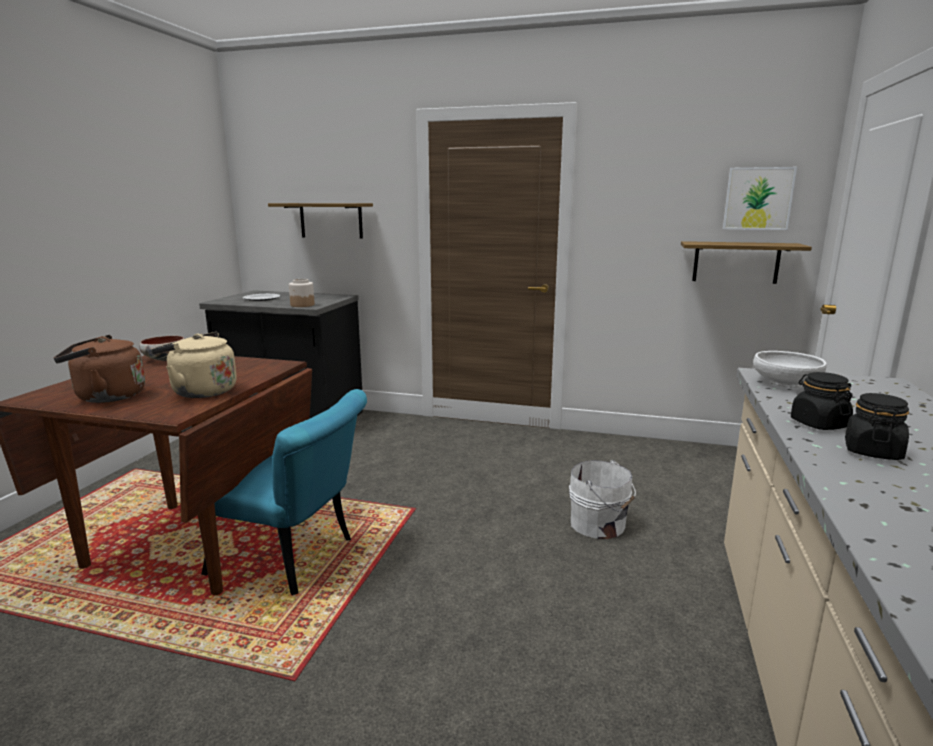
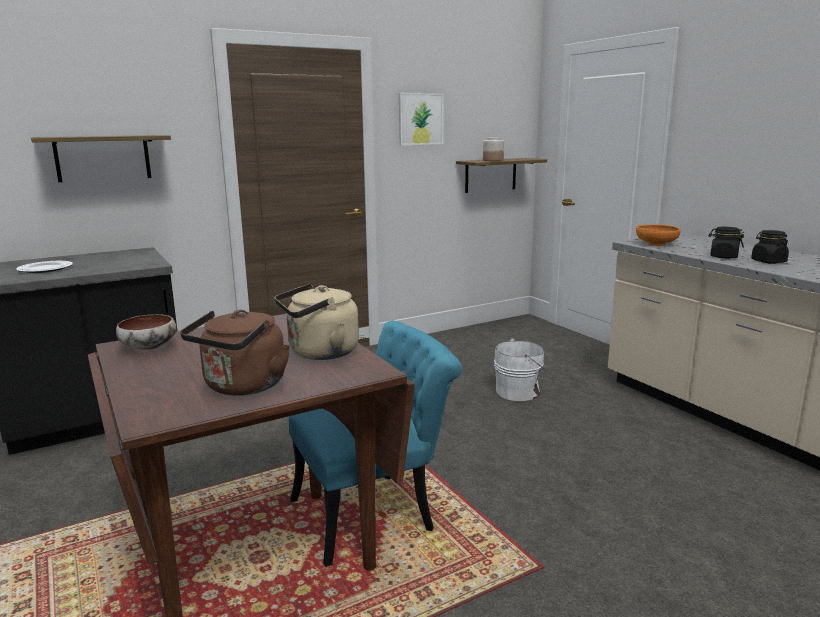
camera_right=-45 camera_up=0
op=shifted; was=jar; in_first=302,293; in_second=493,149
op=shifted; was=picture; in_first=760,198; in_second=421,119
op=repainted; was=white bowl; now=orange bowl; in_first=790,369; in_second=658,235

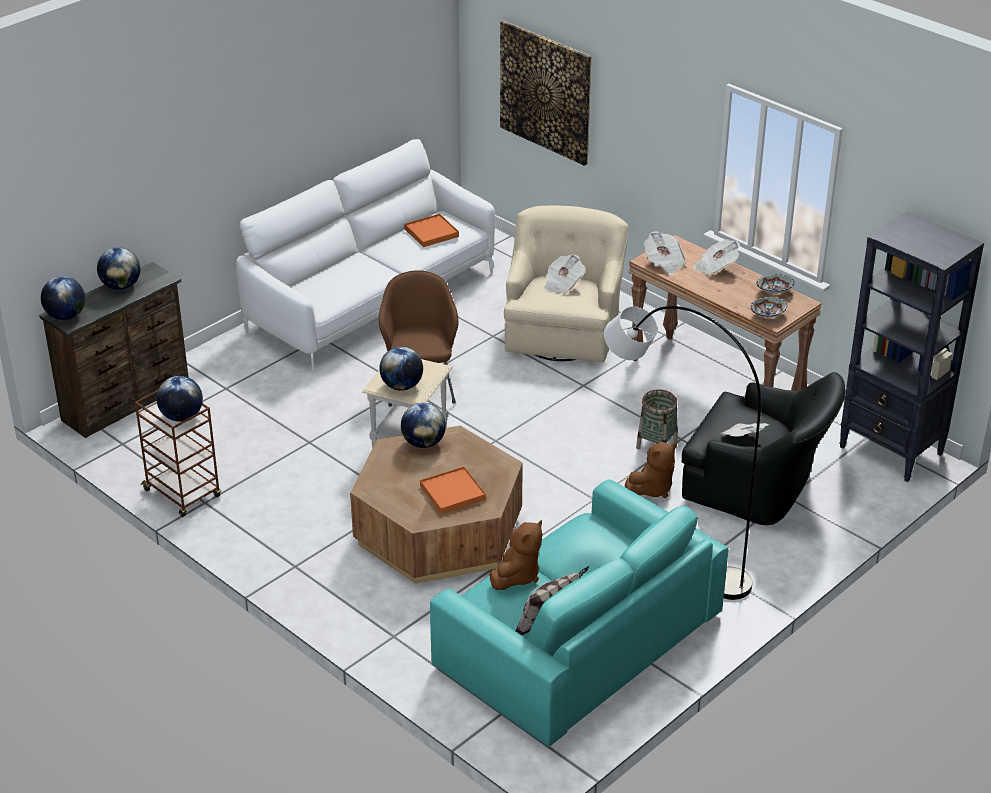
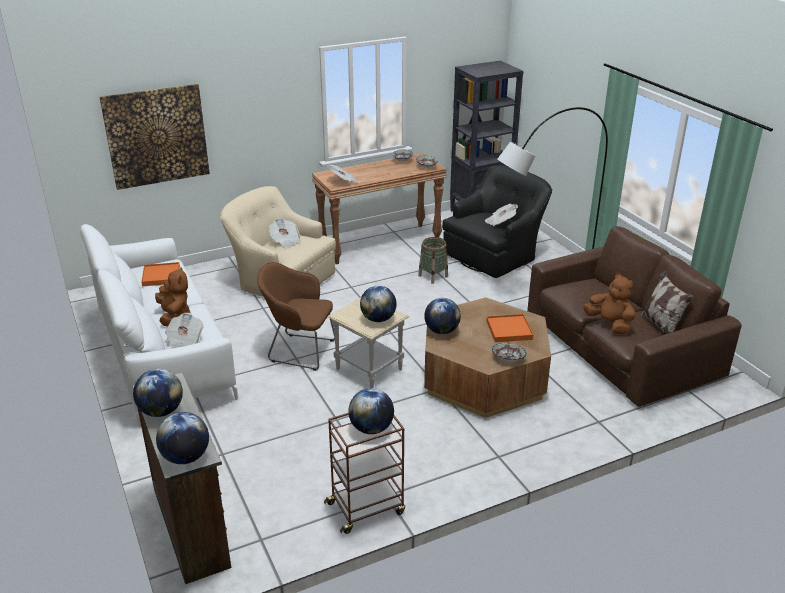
camera_right=-70 camera_up=-5
op=repainted; was=turquoise sofa; now=brown sofa; in_first=579,612; in_second=634,316
op=shifted; was=brown plush toy; in_first=651,470; in_second=172,297
op=shifted; was=newspaper; in_first=716,257; in_second=184,331
op=new; now=bowl; in_second=509,352

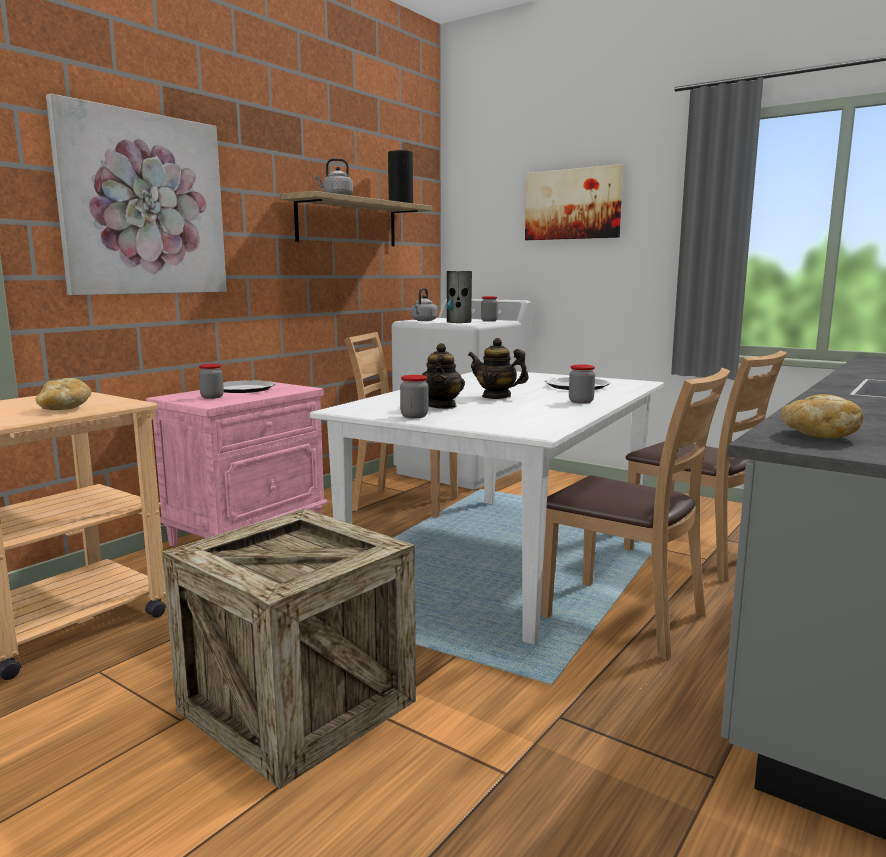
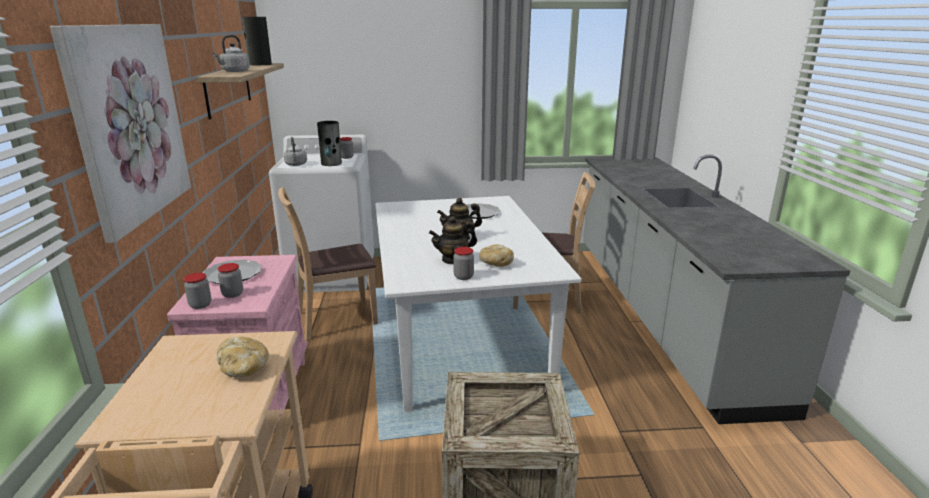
camera_right=-40 camera_up=10
op=rotated; was=teapot; in_first=443,376; in_second=453,240; clockwise=105
op=gone; was=picture; in_first=574,202
op=gone; was=brown chair; in_first=635,514
op=shifted; was=jar; in_first=582,384; in_second=198,291
op=shifted; was=bread; in_first=822,416; in_second=496,255

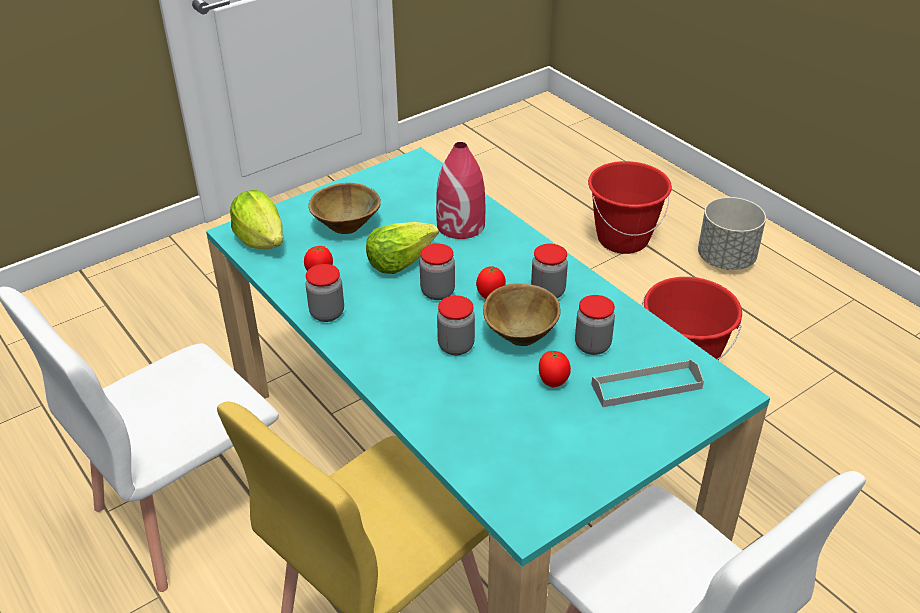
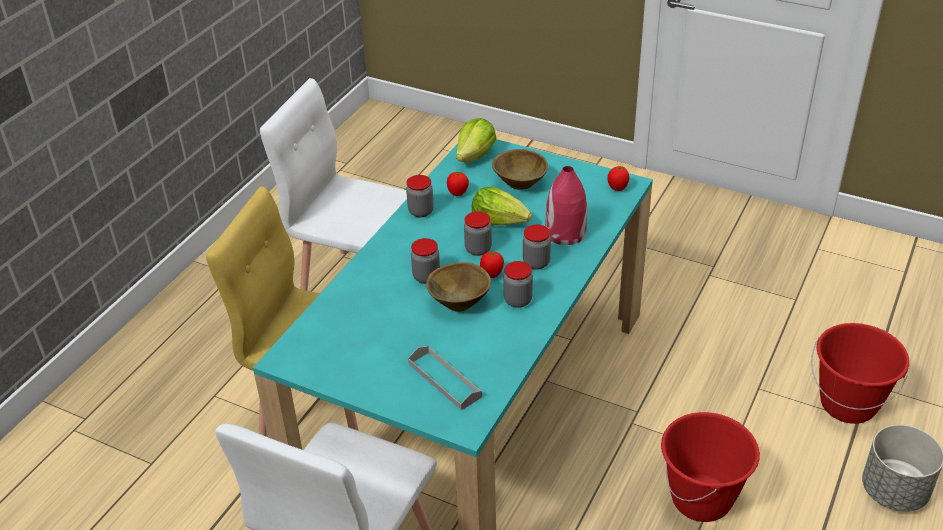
camera_right=65 camera_up=0
op=shifted; was=tomato; in_first=555,369; in_second=618,178
op=shifted; was=jar; in_first=595,325; in_second=537,247

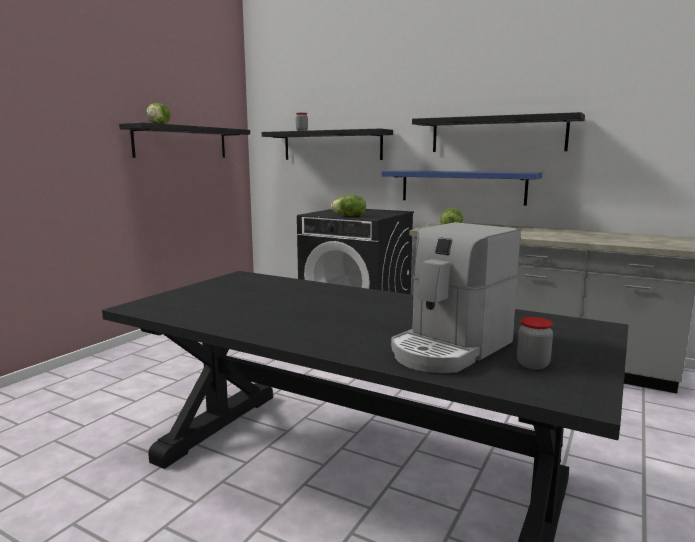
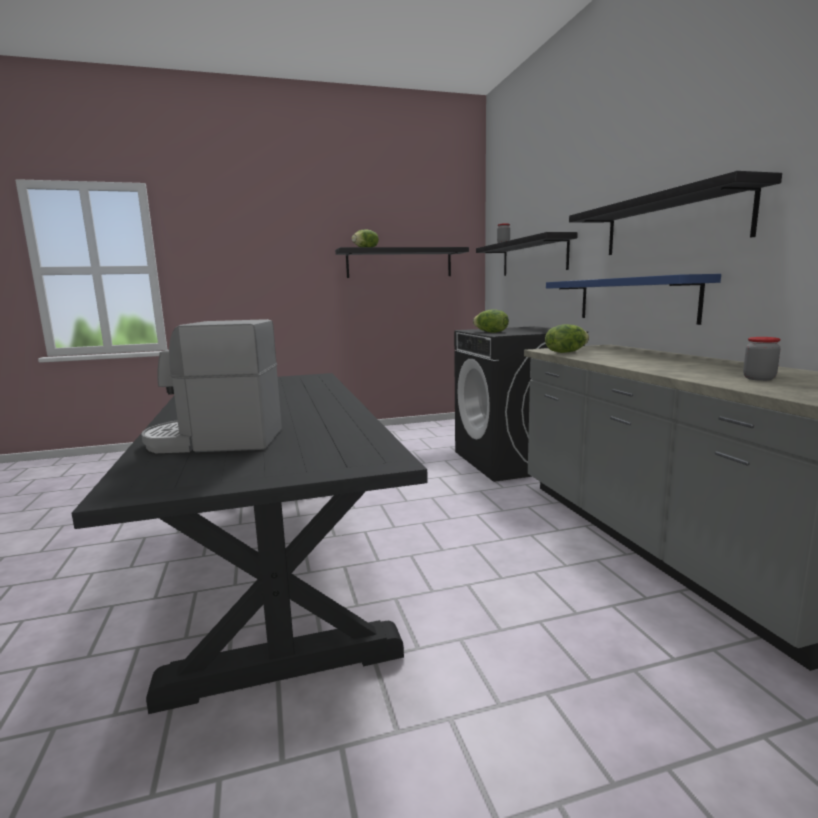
camera_right=45 camera_up=0
op=shifted; was=jar; in_first=535,343; in_second=762,359

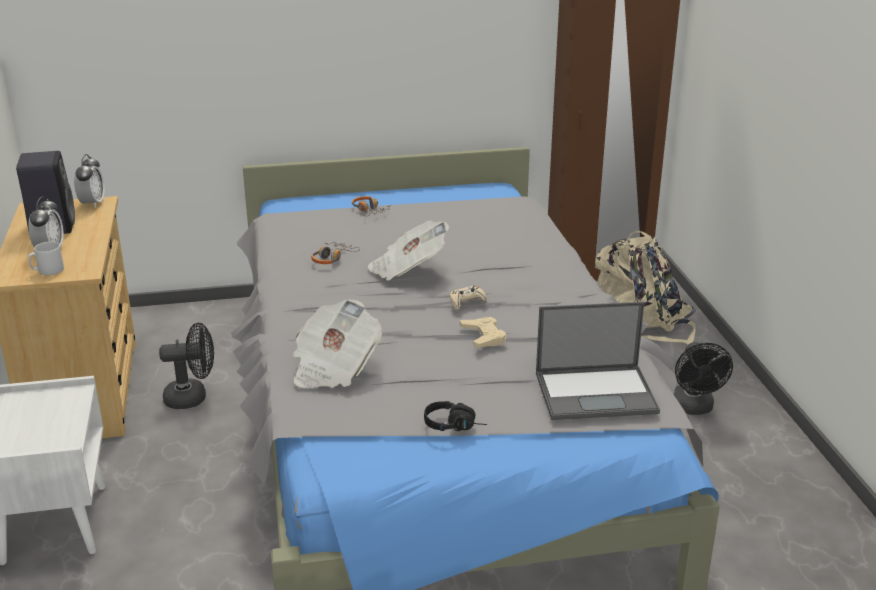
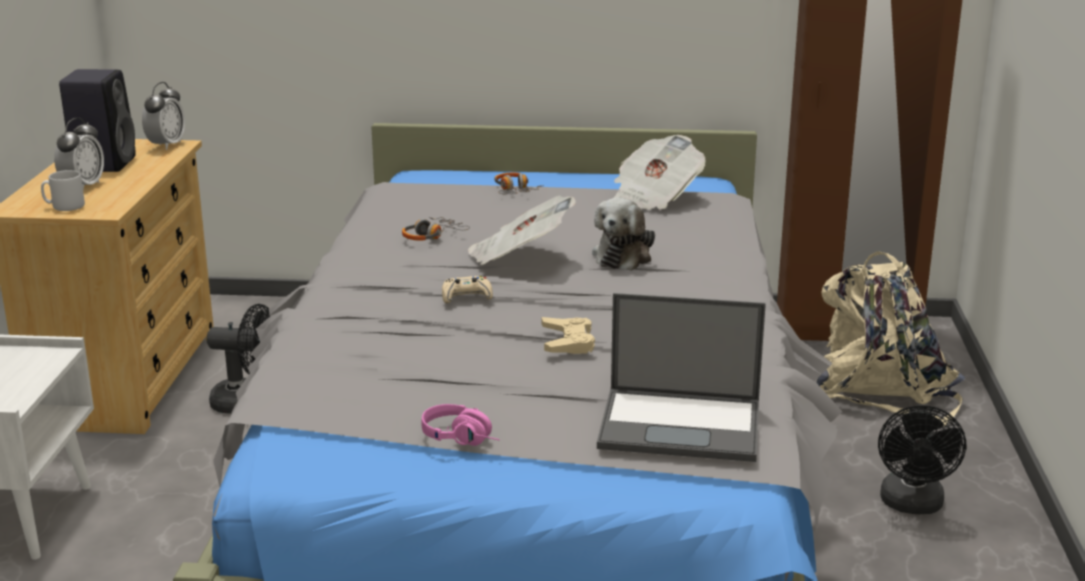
camera_right=15 camera_up=-5
op=shifted; was=newspaper; in_first=337,343; in_second=660,172
op=repainted; was=black headphones; now=pink headphones; in_first=455,416; in_second=460,425
op=shifted; was=beige game controller; in_first=468,298; in_second=467,289
op=new; now=plush toy; in_second=623,234

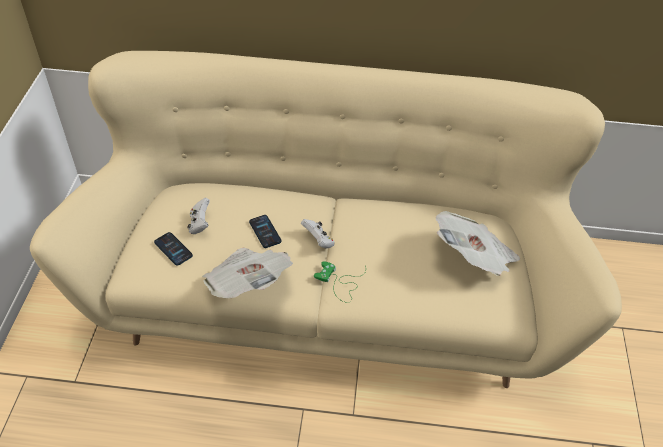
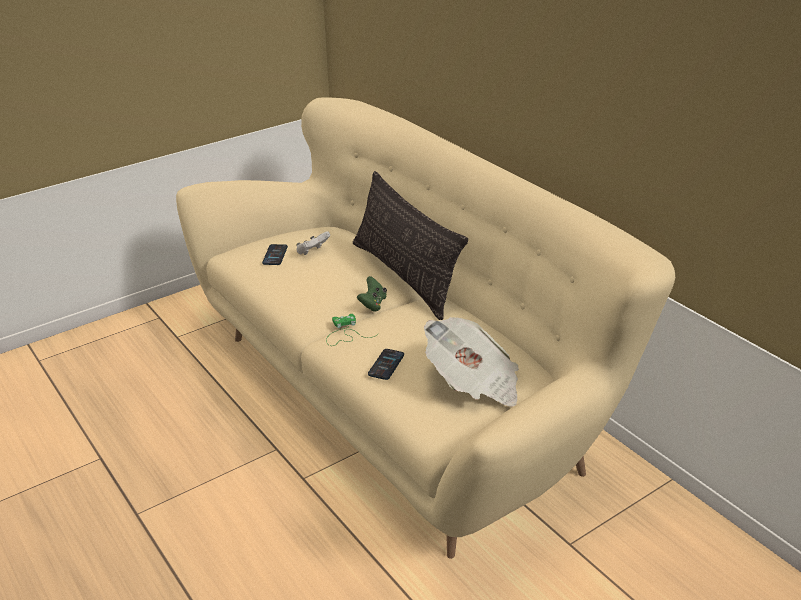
camera_right=50 camera_up=-15
op=gone; was=newspaper; in_first=247,272
op=shifted; was=phone; in_first=265,231; in_second=386,364
op=repainted; was=white game controller; now=green game controller; in_first=318,234; in_second=372,294
op=new; now=pillow; in_second=410,245

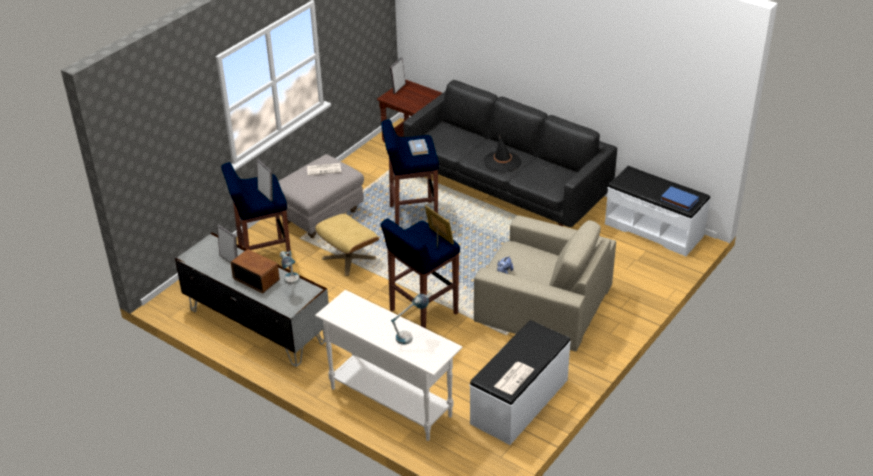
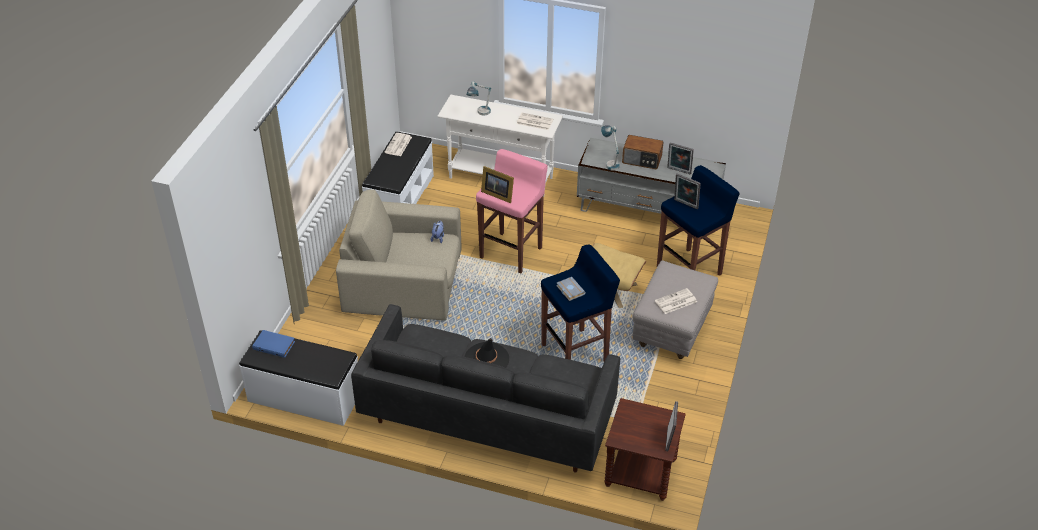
camera_right=160 camera_up=5
op=repainted; was=blue stool; now=pink stool; in_first=420,273; in_second=512,211
op=new; now=newspaper; in_second=535,121

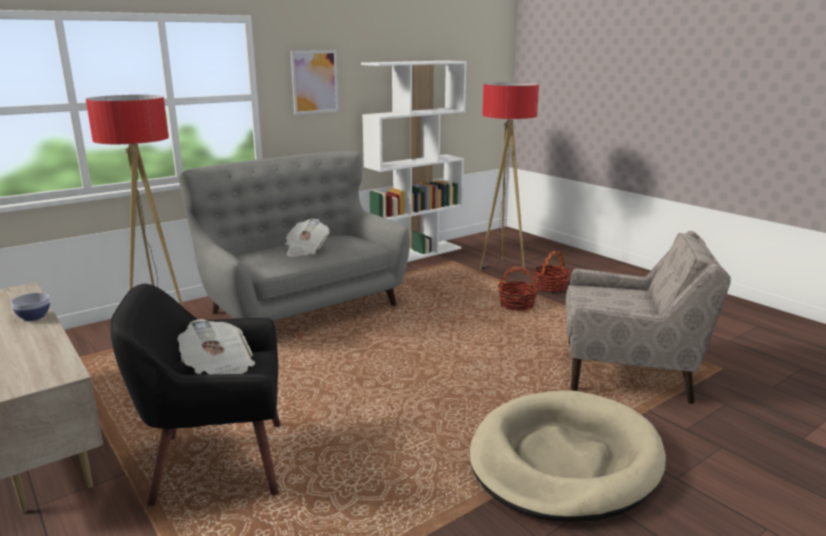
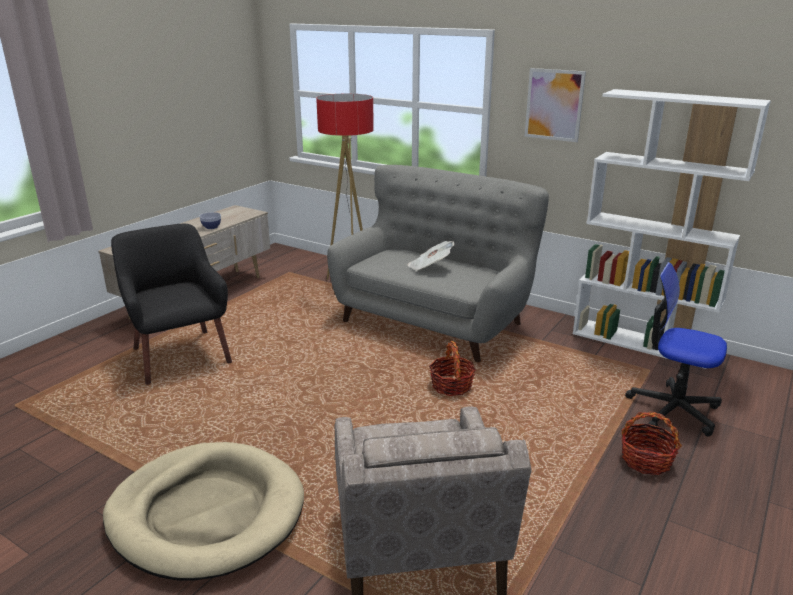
camera_right=70 camera_up=5
op=gone; was=newspaper; in_first=216,346
op=swapped; was=floor lamp; now=office chair; in_first=509,177; in_second=676,349
op=shifted; was=basket; in_first=518,288; in_second=452,368

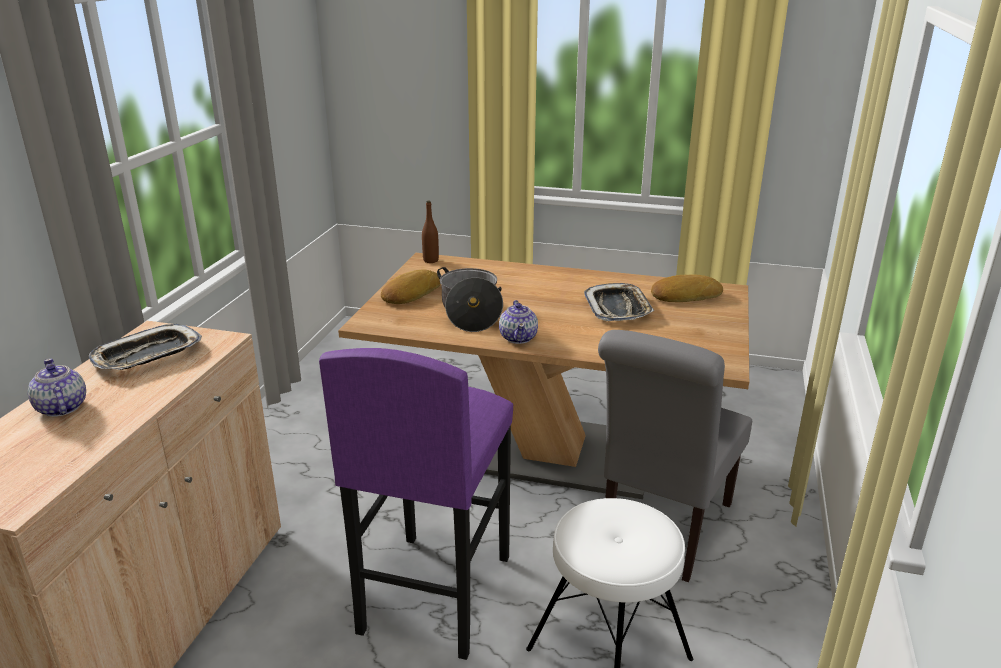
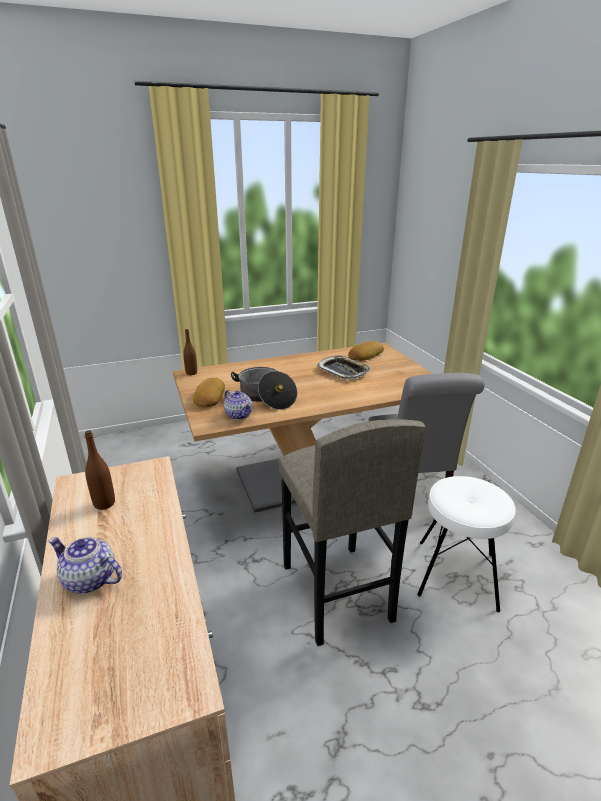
camera_right=-35 camera_up=0
op=swapped; was=tray; now=brown bottle; in_first=145,347; in_second=100,470
op=repainted; was=purple stool; now=grey stool; in_first=416,504; in_second=352,532
op=shifted; was=teapot; in_first=518,322; in_second=238,405

